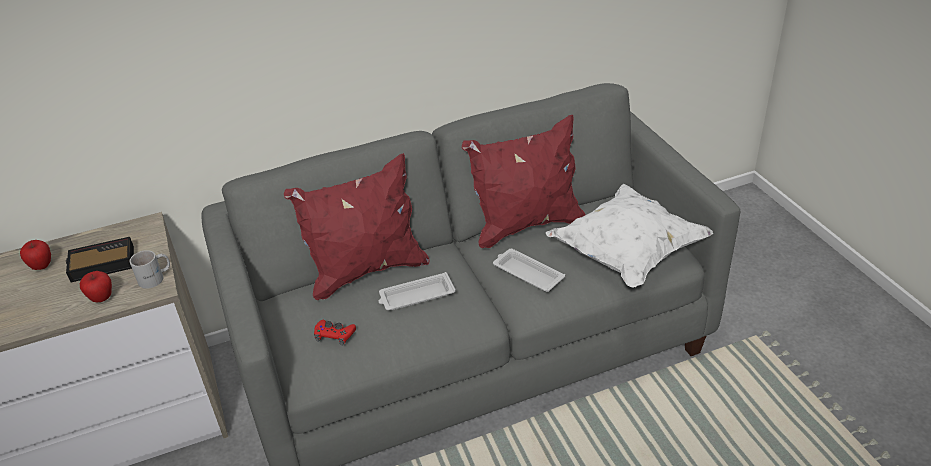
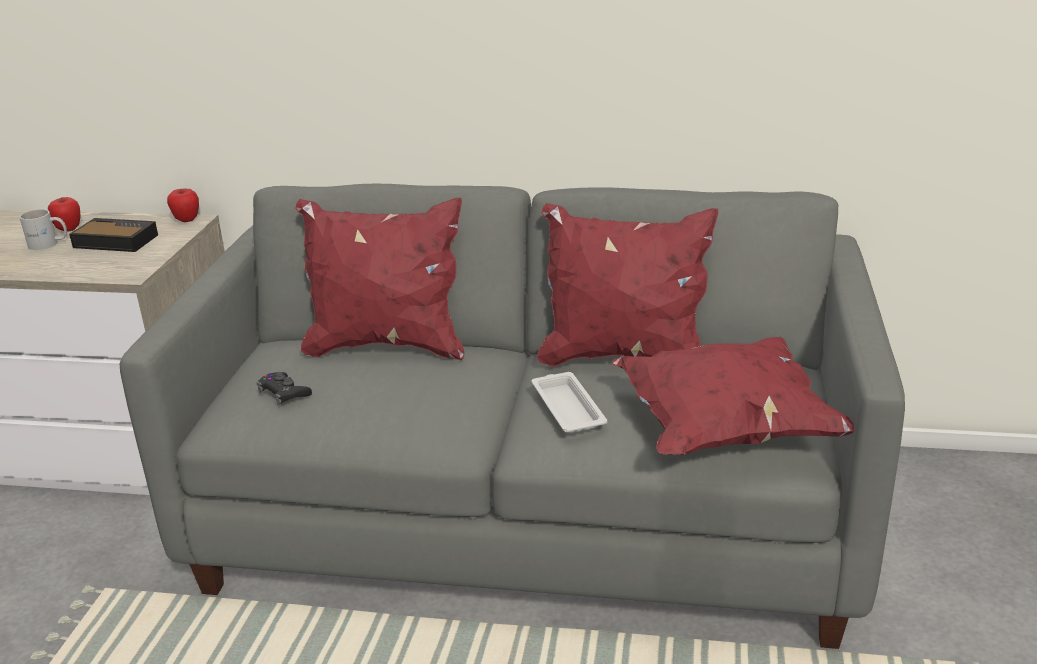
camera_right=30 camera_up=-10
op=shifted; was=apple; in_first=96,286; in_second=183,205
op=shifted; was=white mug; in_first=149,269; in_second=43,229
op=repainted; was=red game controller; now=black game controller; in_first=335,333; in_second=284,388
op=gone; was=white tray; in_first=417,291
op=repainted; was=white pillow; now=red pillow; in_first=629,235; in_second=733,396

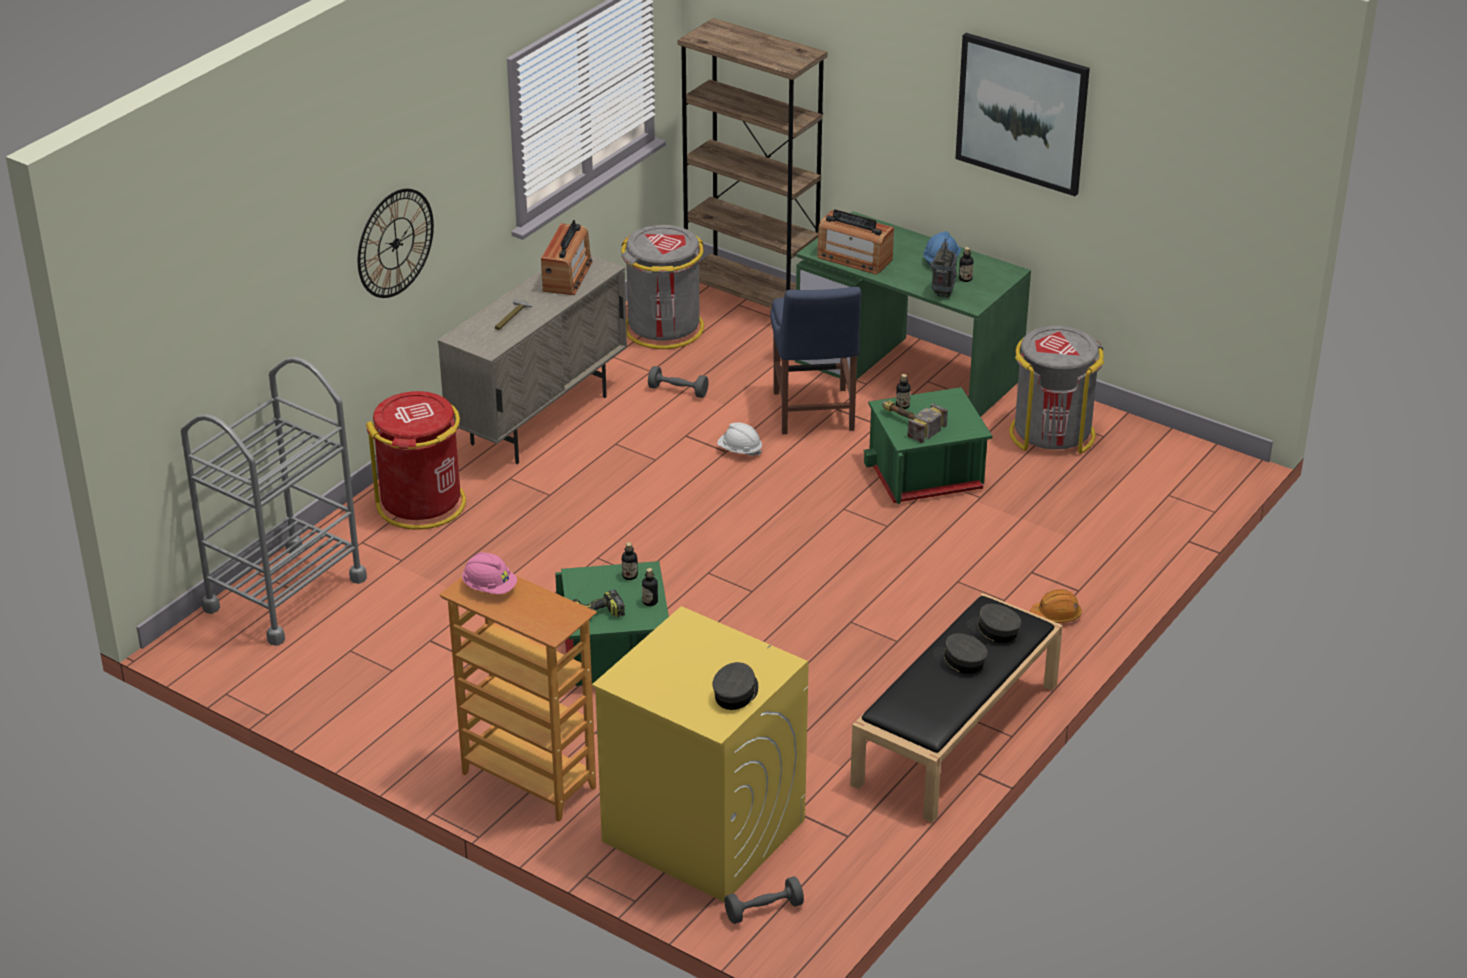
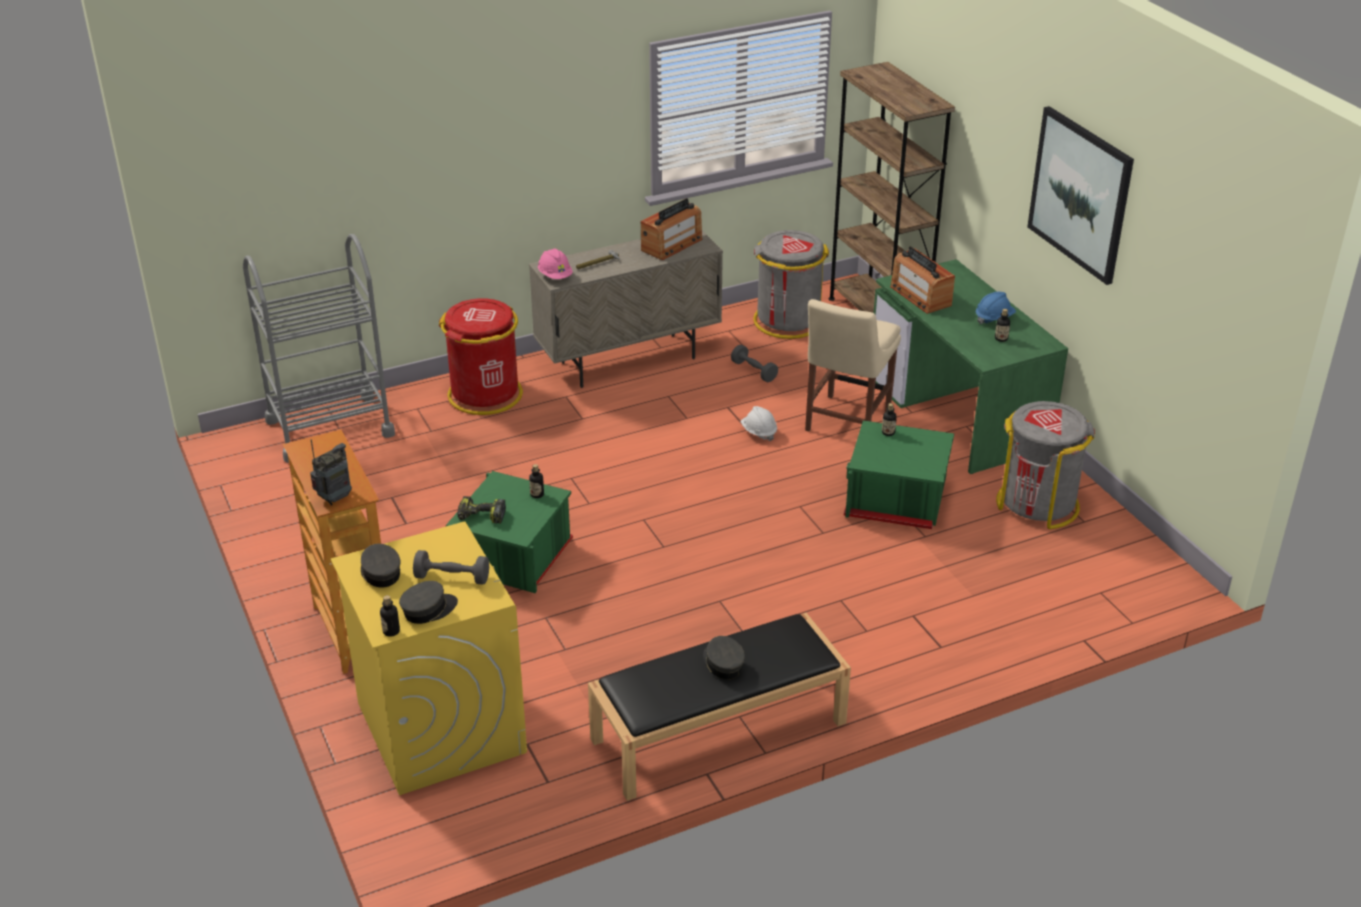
camera_right=30 camera_up=0
op=gone; was=wall clock; in_first=396,243
op=shifted; was=pink hard hat; in_first=489,573; in_second=555,264
op=shifted; was=bottle; in_first=650,587; in_second=390,616
op=shifted; was=grey dumbbell; in_first=764,900; in_second=451,567
op=repainted; was=blue chair; now=beige chair; in_first=815,360; in_second=853,365
op=gone; was=hammer; in_first=915,422
op=shifted; was=radio; in_first=944,268; in_second=331,472
op=shifted; was=grey cap; in_first=994,623; in_second=381,566
op=gone; was=orange hard hat; in_first=1056,606

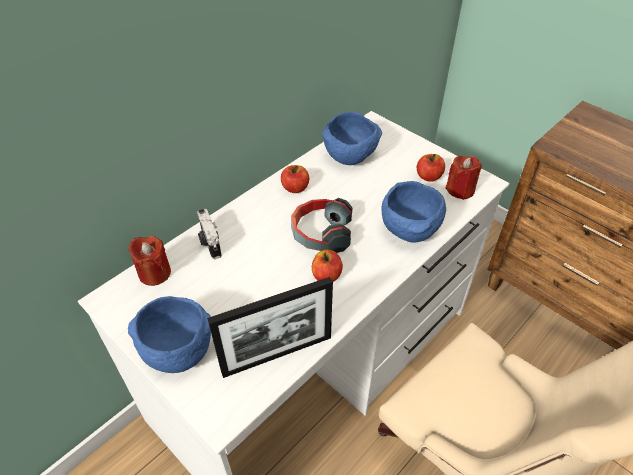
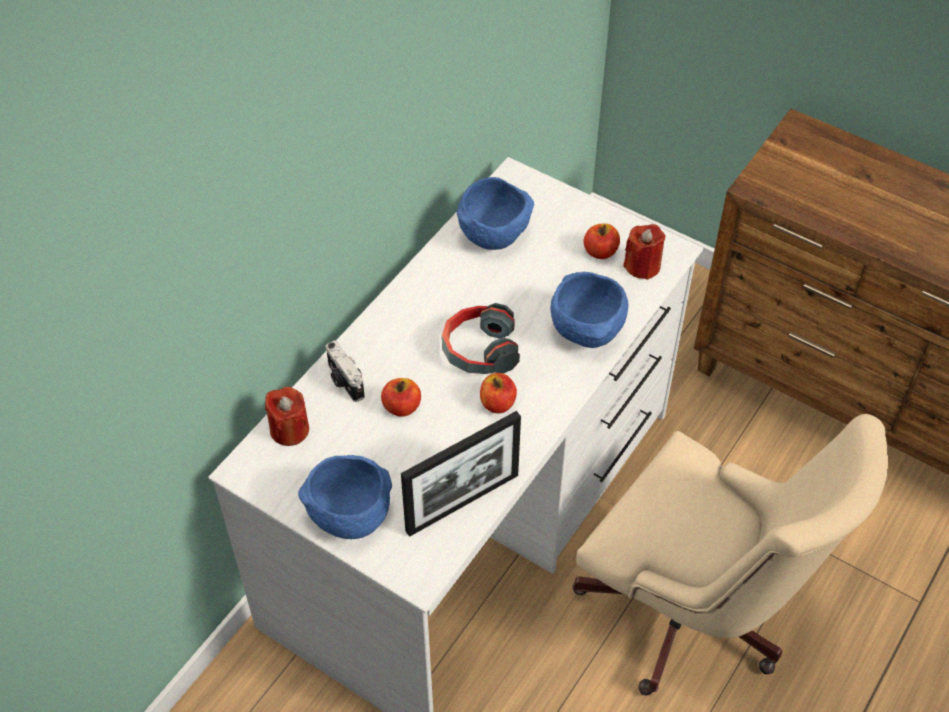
camera_right=-10 camera_up=5
op=shifted; was=apple; in_first=295,179; in_second=401,397

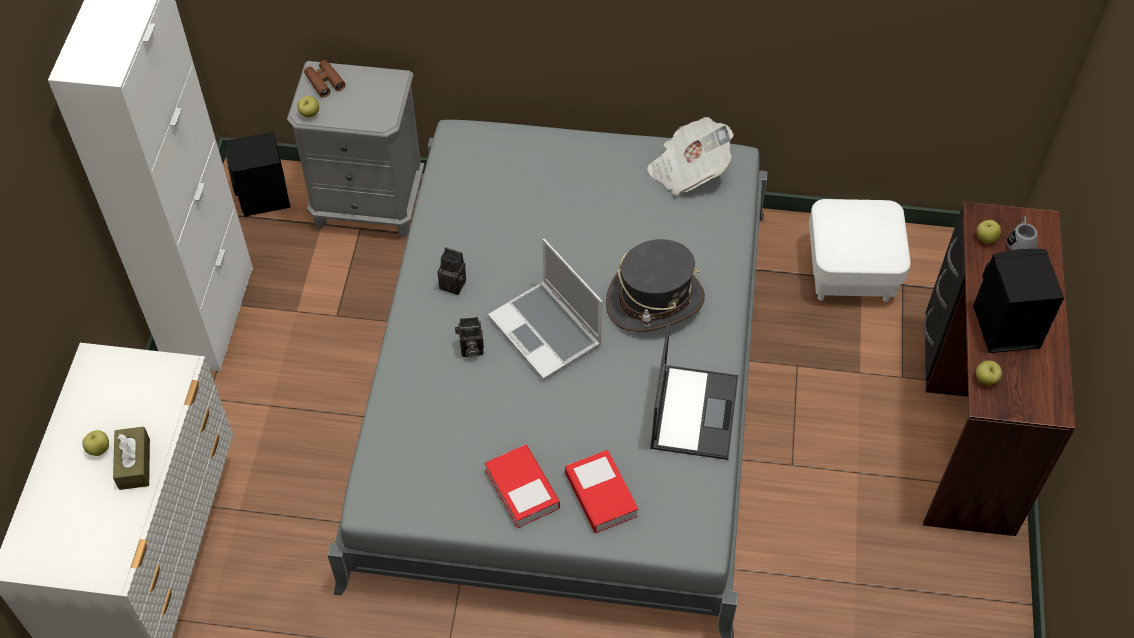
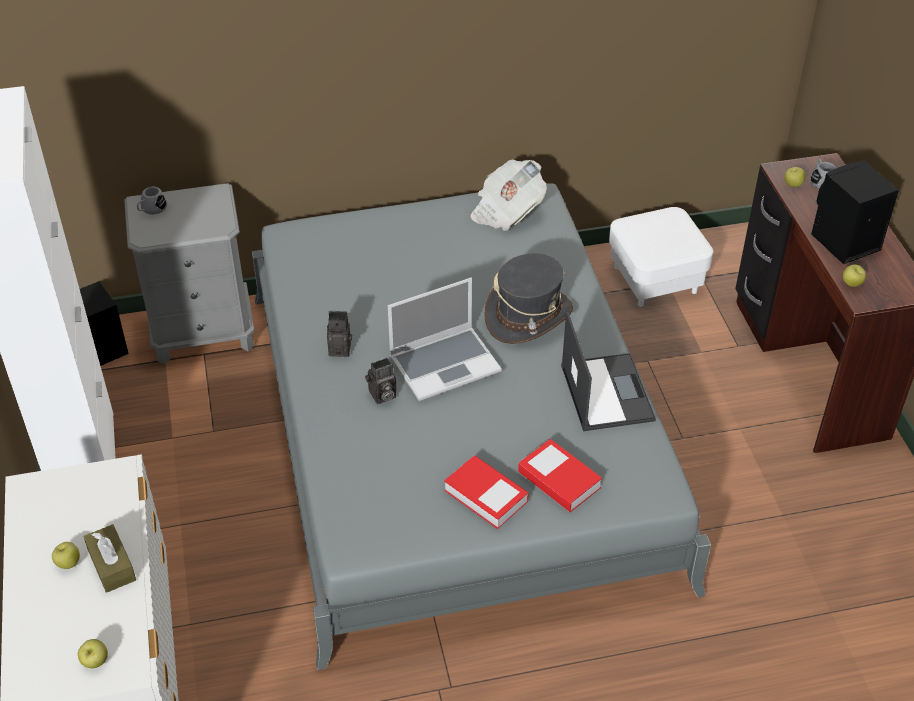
camera_right=-20 camera_up=-10
op=shifted; was=apple; in_first=308,106; in_second=93,654
op=swapped; was=brown binoculars; now=grey mug; in_first=324,79; in_second=152,200
op=rotated; was=laptop; in_first=545,309; in_second=445,339; clockwise=-60

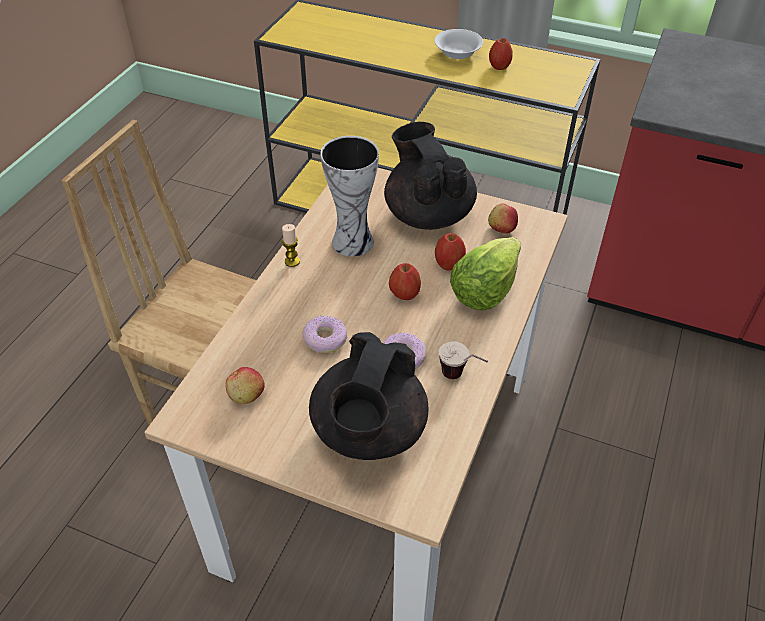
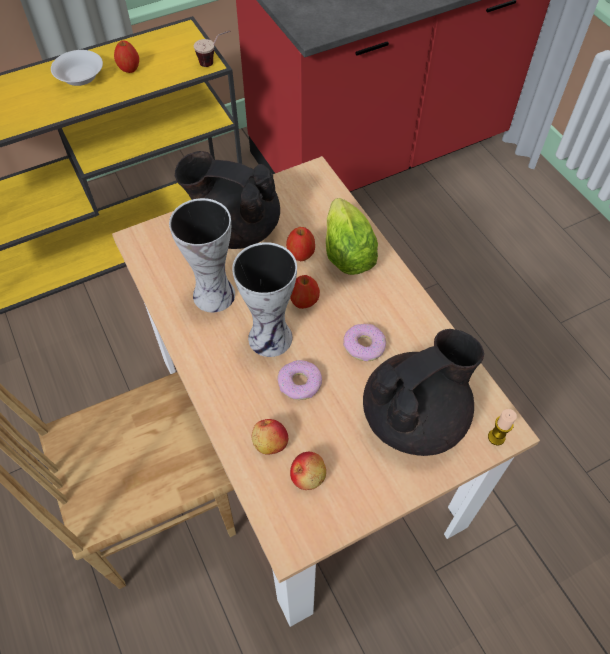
camera_right=-50 camera_up=10
op=shifted; was=candle; in_first=291,245; in_second=502,427
op=rotated; was=black teapot; in_first=368,396; in_second=423,392; clockwise=-90
op=shifted; was=cup; in_first=463,360; in_second=212,49
op=shifted; was=apple; in_first=503,218; in_second=270,437
op=new; now=vase; in_second=264,299

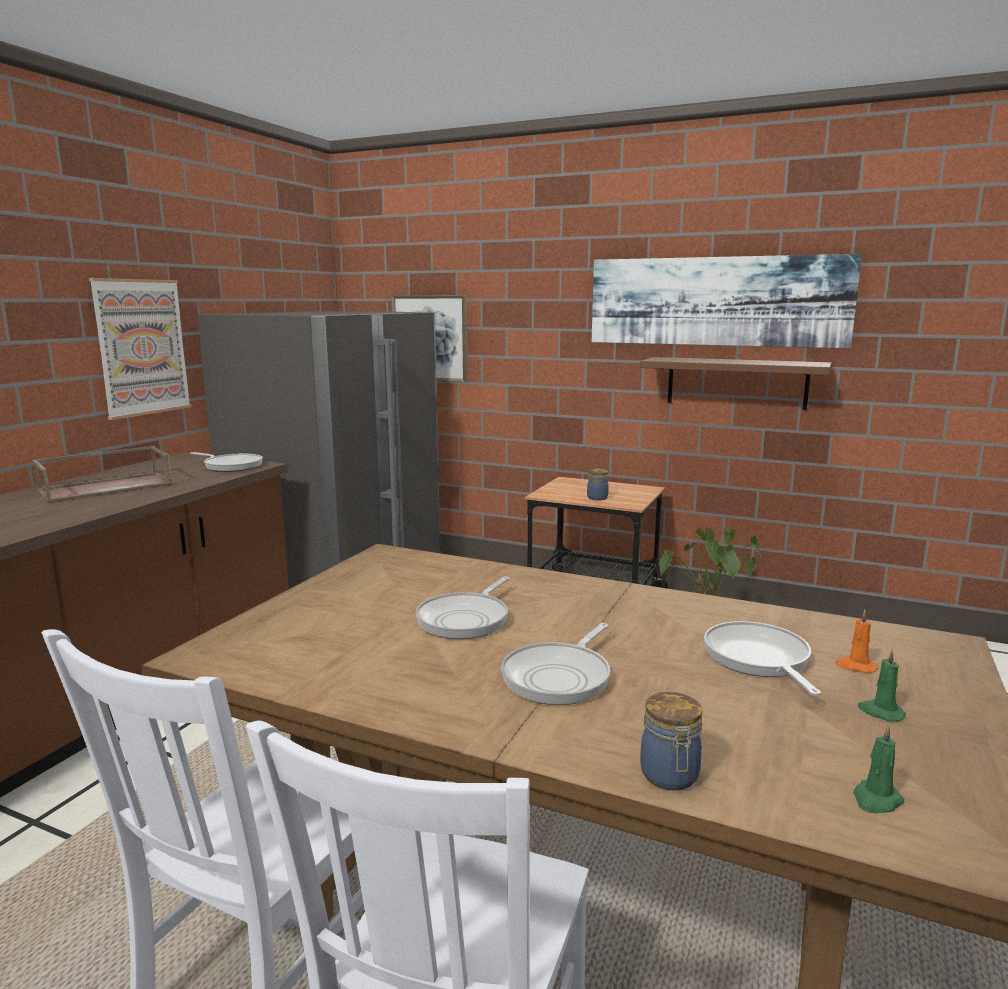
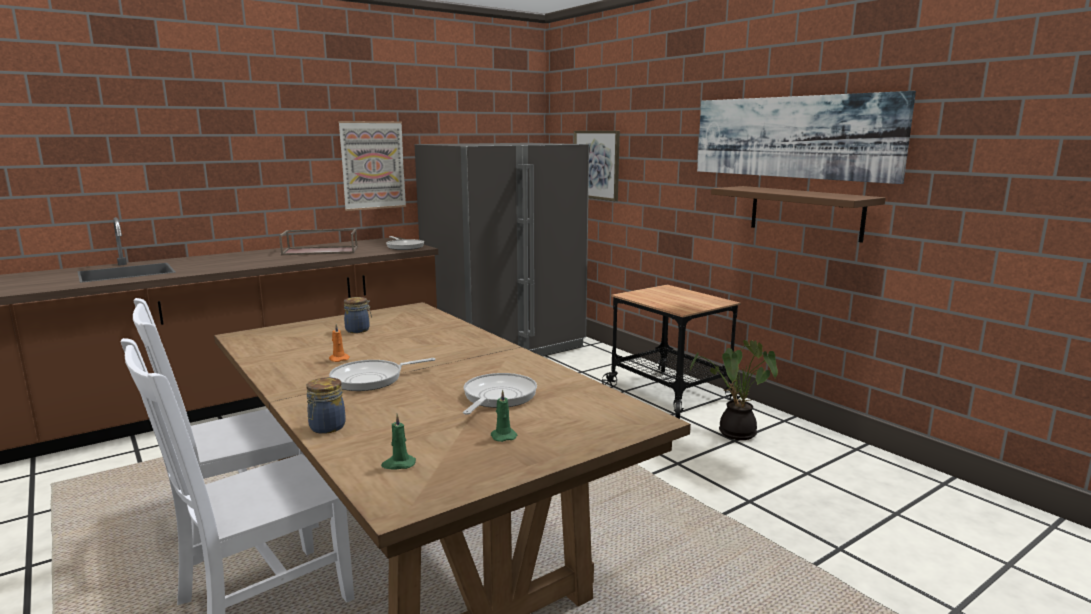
camera_right=30 camera_up=0
op=gone; was=frying pan; in_first=463,607
op=shifted; was=jar; in_first=598,485; in_second=358,315
op=shifted; was=orange candle; in_first=856,641; in_second=339,343

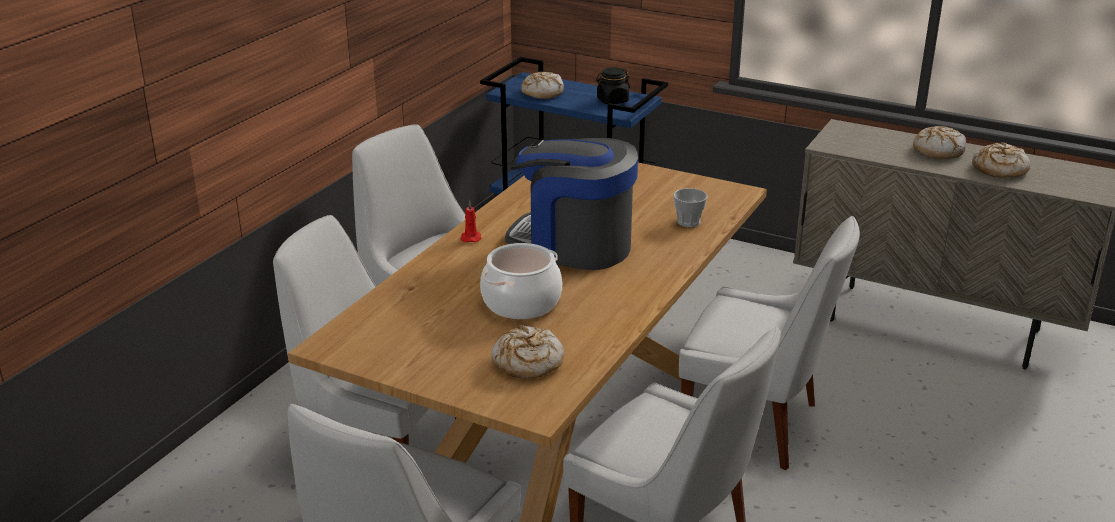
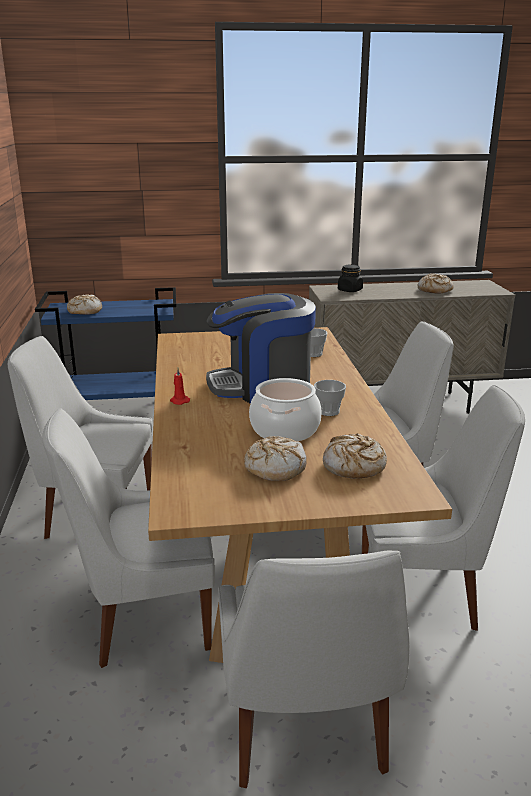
camera_right=-35 camera_up=-5
op=shifted; was=black jar; in_first=613,85; in_second=350,278
op=shifted; was=bread; in_first=939,142; in_second=275,458
op=new; now=cup; in_second=330,398

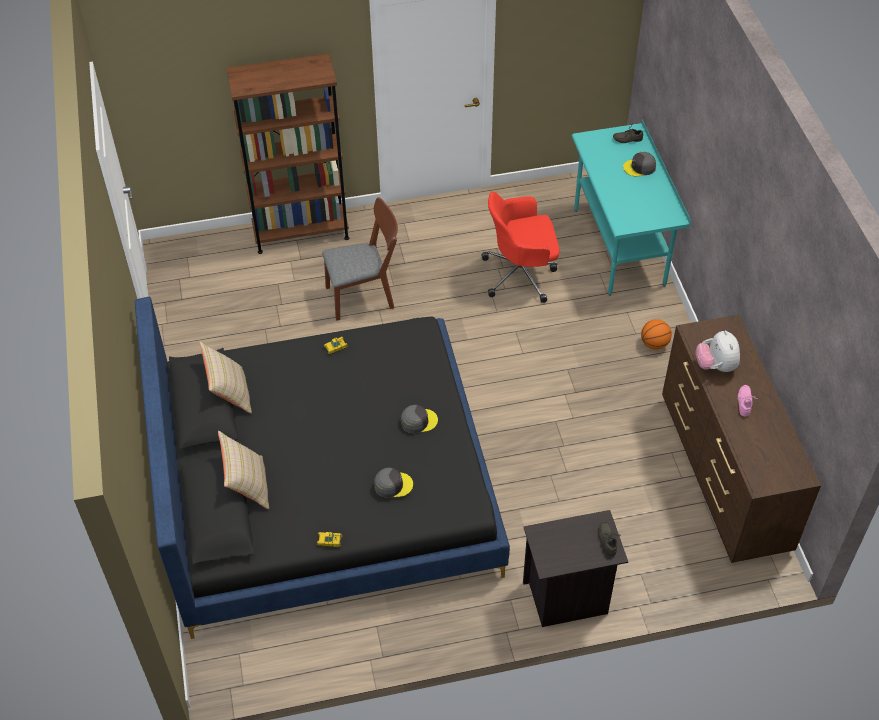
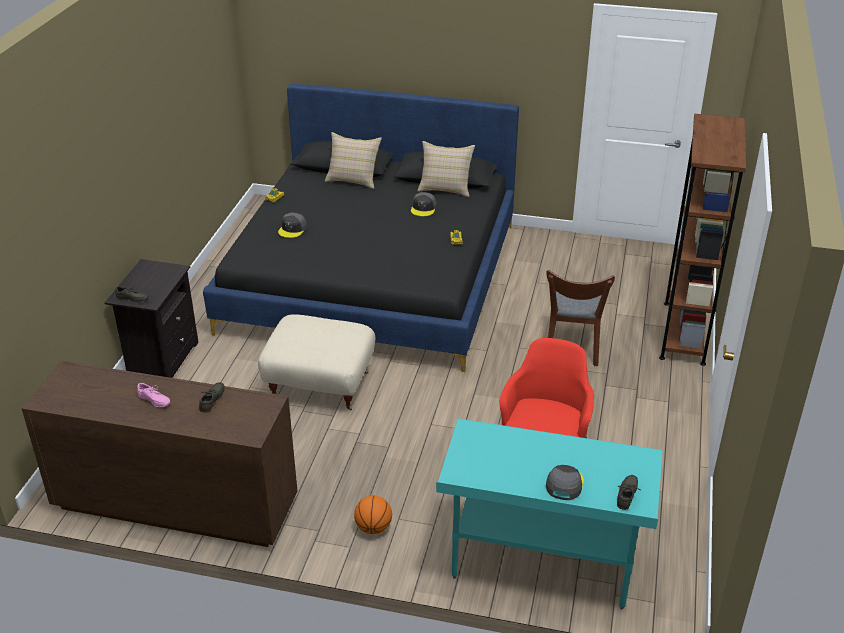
camera_right=115 camera_up=-15
op=shifted; was=grey cap; in_first=419,419; in_second=423,204
op=swapped; was=plush toy; now=grey shoe; in_first=717,351; in_second=212,397
op=new; now=beige ottoman; in_second=316,362

